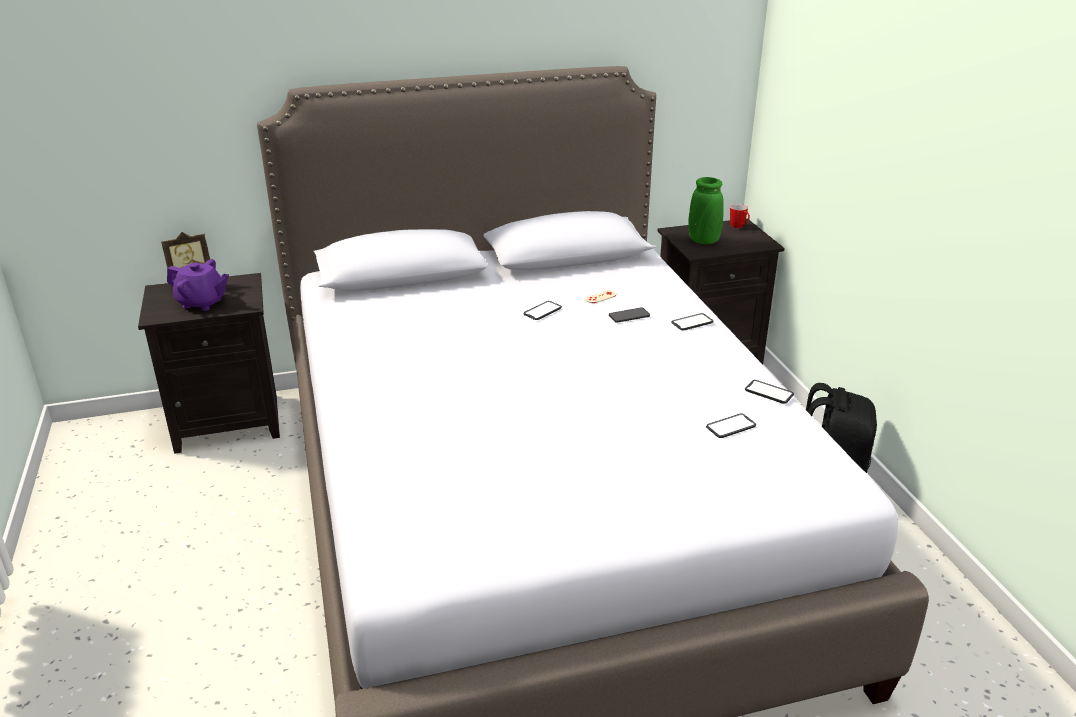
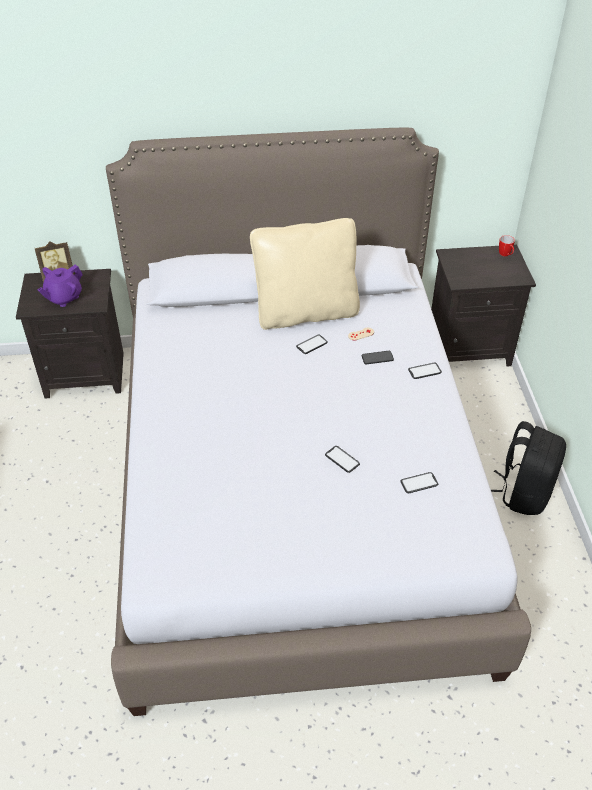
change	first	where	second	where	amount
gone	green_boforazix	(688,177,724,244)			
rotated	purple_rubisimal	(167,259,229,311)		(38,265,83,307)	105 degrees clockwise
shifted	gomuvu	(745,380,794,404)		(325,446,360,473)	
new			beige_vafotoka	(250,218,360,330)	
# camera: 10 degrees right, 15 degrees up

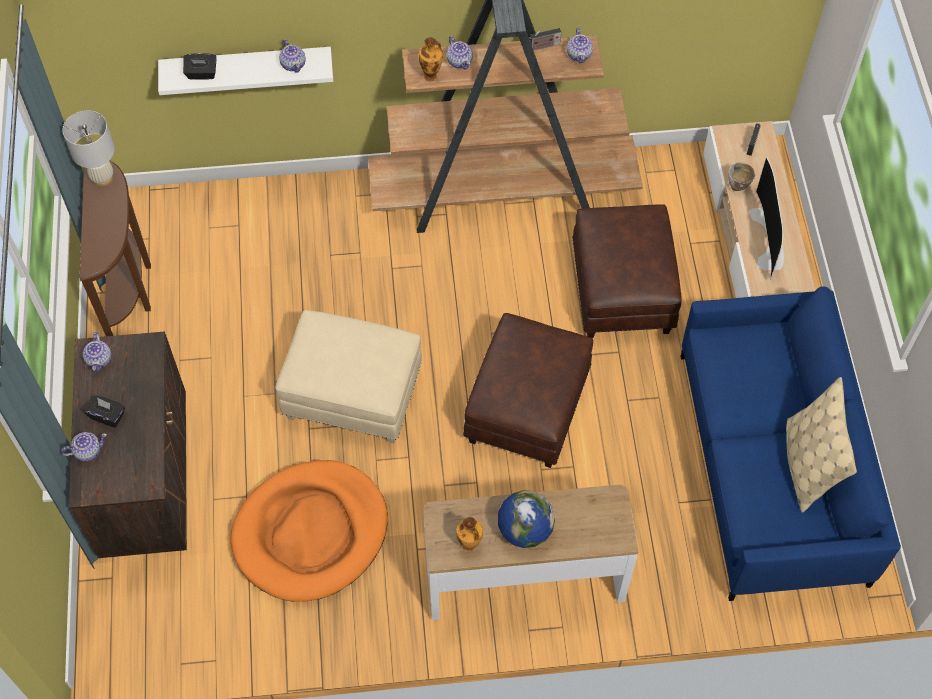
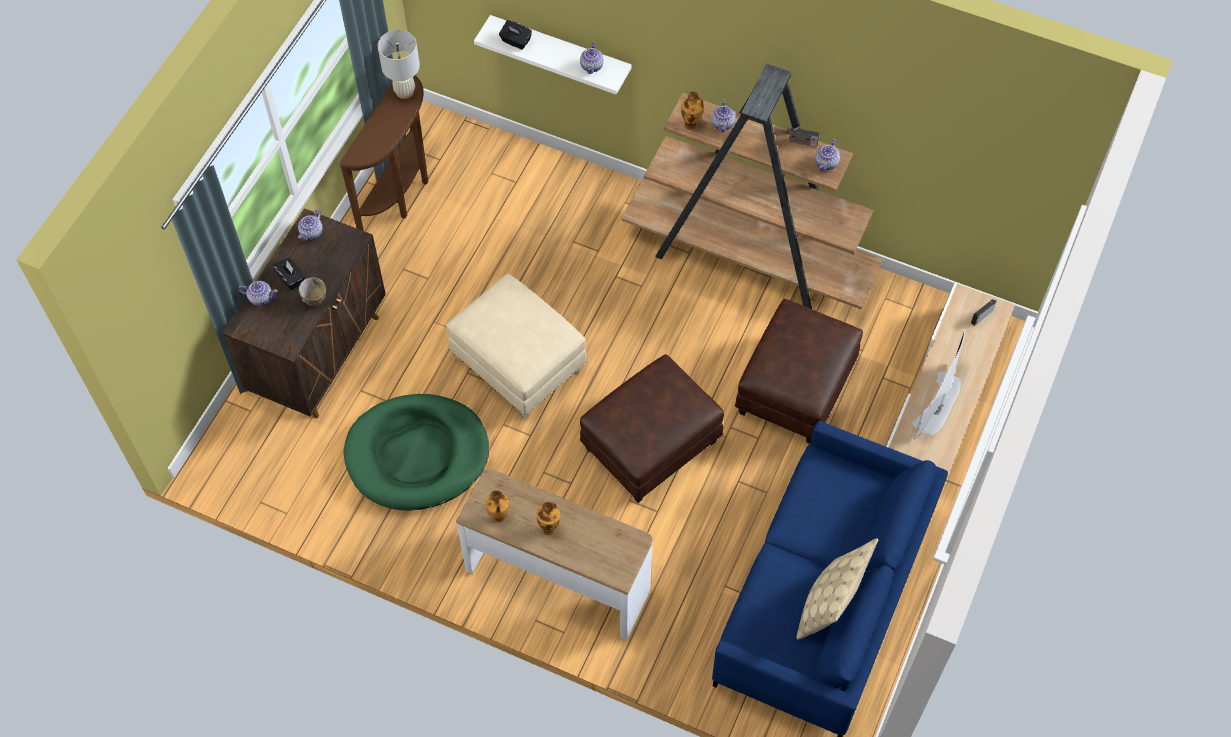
change	first	where	second	where	amount
shifted	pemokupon	(728,162,755,191)		(299,277,326,306)	
repainted	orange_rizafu	(230,460,388,601)	green_rizafu	(343,394,489,511)	
swapped	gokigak	(498,490,555,548)	boforazix	(537,502,561,535)	
# camera: 30 degrees right, 0 degrees up

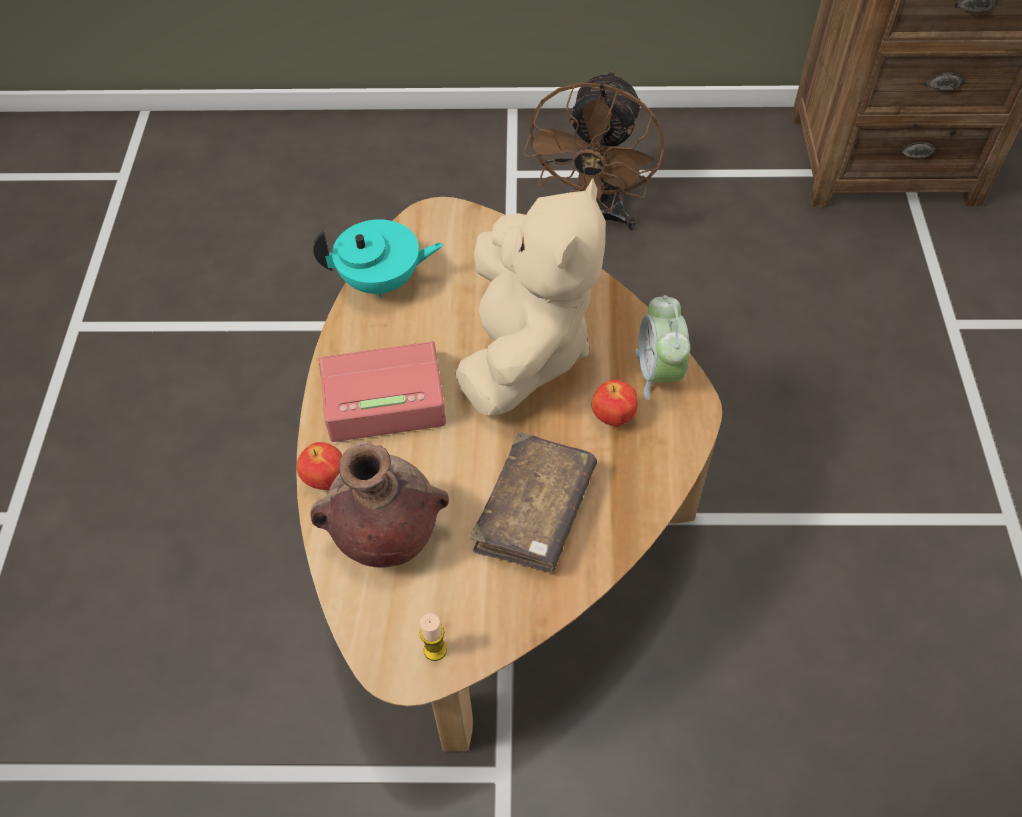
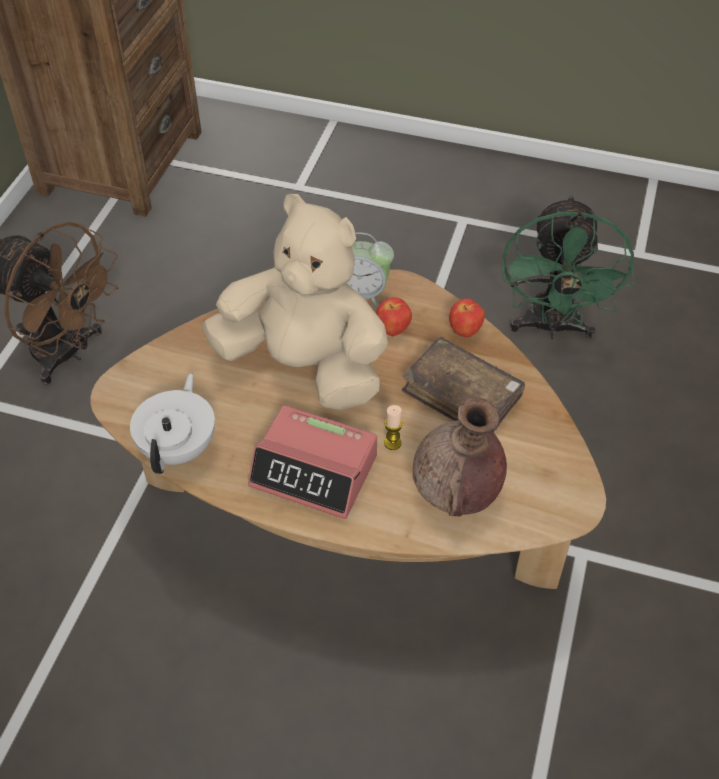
change	first	where	second	where	amount
repainted	turquoise_rubisimal	(313,219,443,298)	white_rubisimal	(130,373,215,474)	
rotated	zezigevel	(319,342,446,442)		(248,405,377,519)	75 degrees counterclockwise
shifted	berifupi	(297,442,342,490)		(449,298,485,338)	
shifted	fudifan	(420,613,447,661)		(384,405,403,450)	
new			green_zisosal	(502,195,634,339)	
# camera: 75 degrees left, 5 degrees down

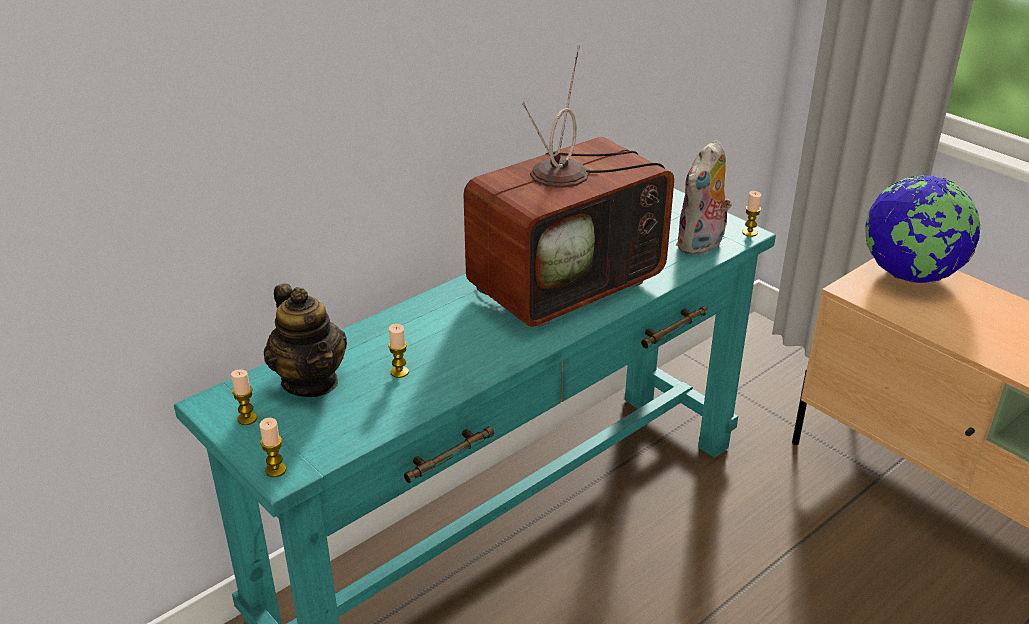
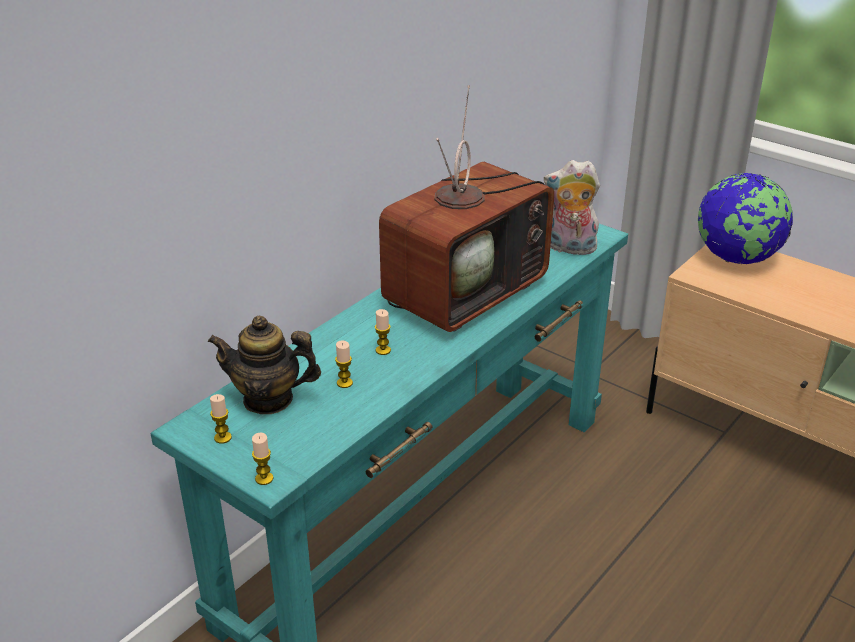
change	first	where	second	where	amount
rotated	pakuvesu	(676,139,732,256)		(544,160,601,255)	75 degrees clockwise
shifted	fudifan	(742,191,761,237)		(375,309,391,355)	
rotated	rubisimal	(264,283,347,397)		(208,316,321,414)	135 degrees clockwise
# camera: 10 degrees left, 0 degrees up

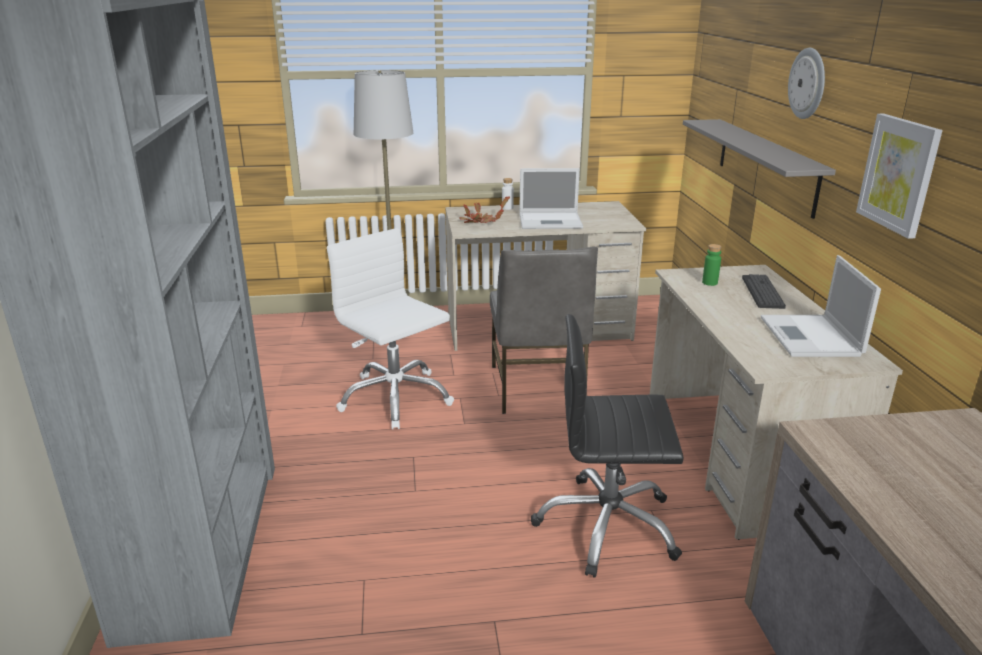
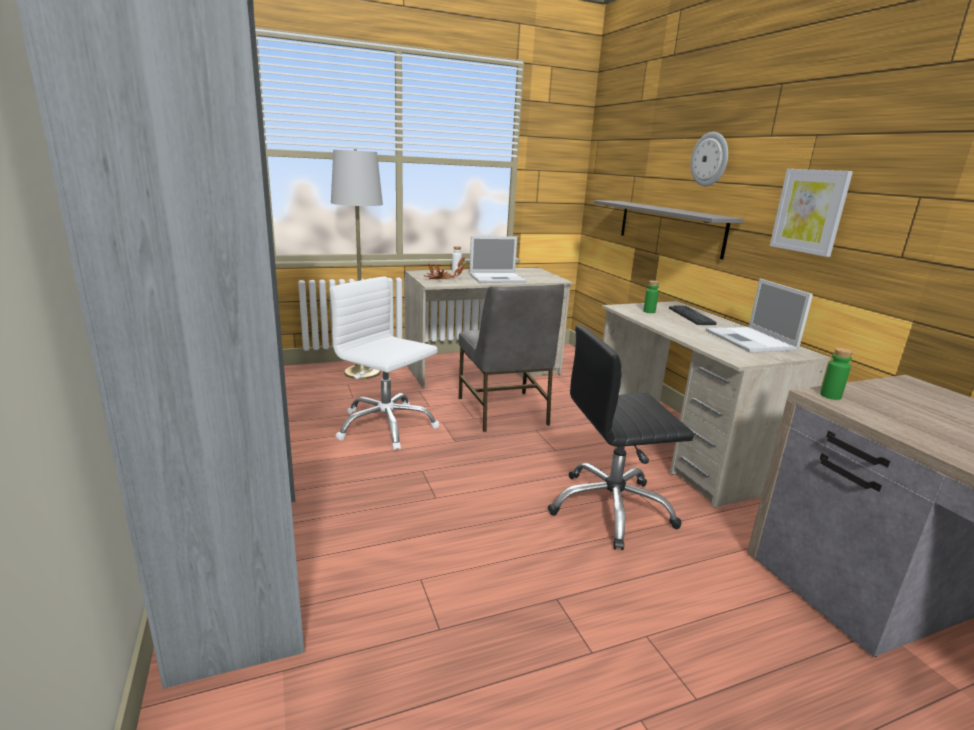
change	first	where	second	where	amount
new			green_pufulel	(820,348,853,400)	
# camera: 15 degrees left, 5 degrees down

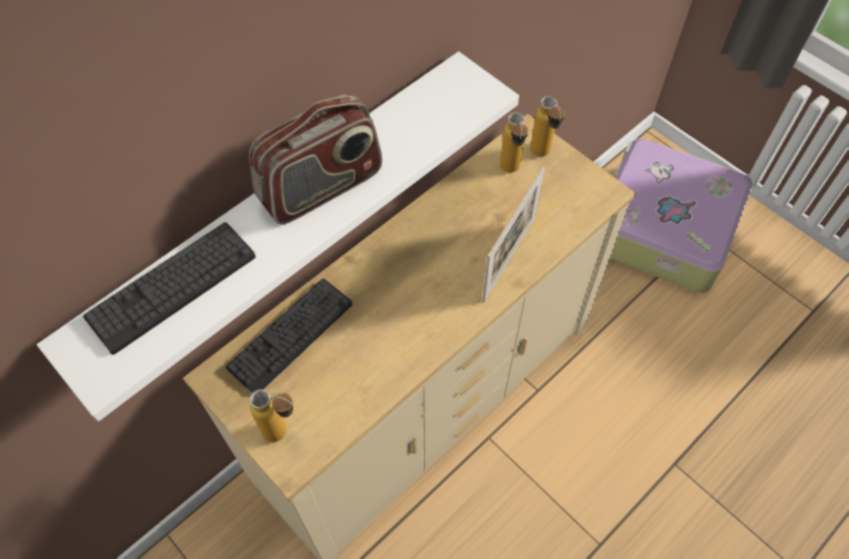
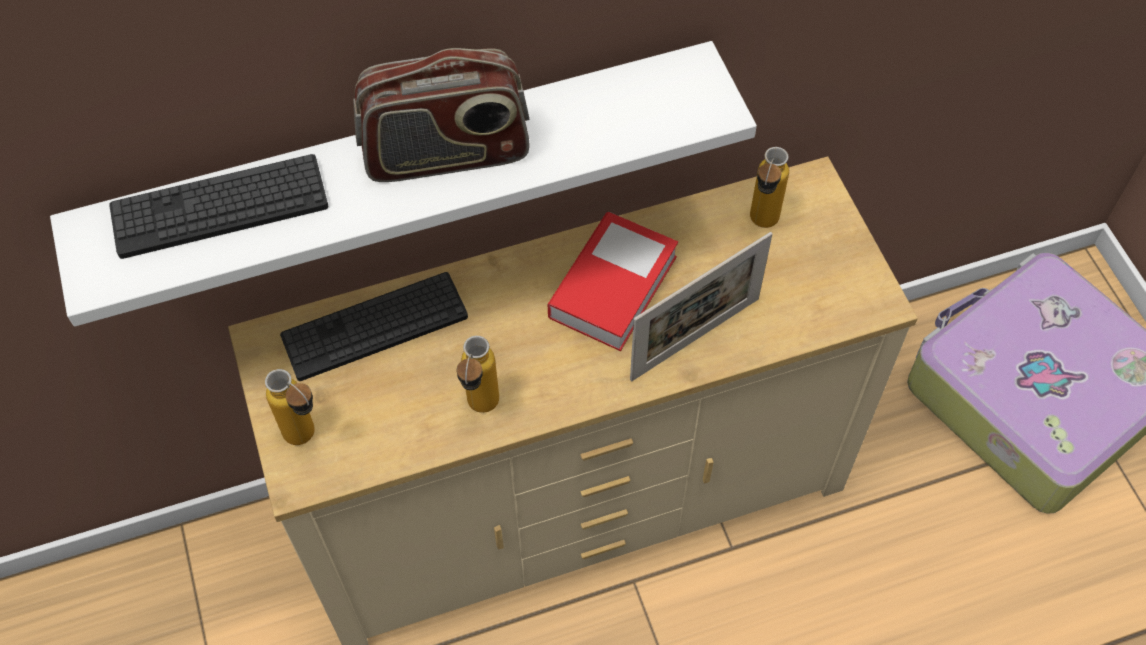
change	first	where	second	where	amount
shifted	pufulel	(530,96,565,157)		(456,336,499,413)	
new			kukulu	(547,212,678,351)	
# camera: 25 degrees right, 0 degrees up

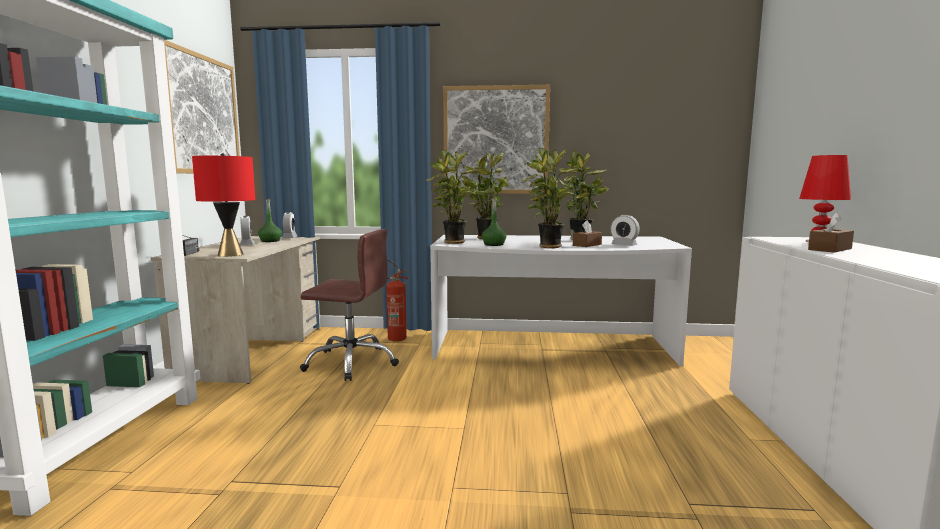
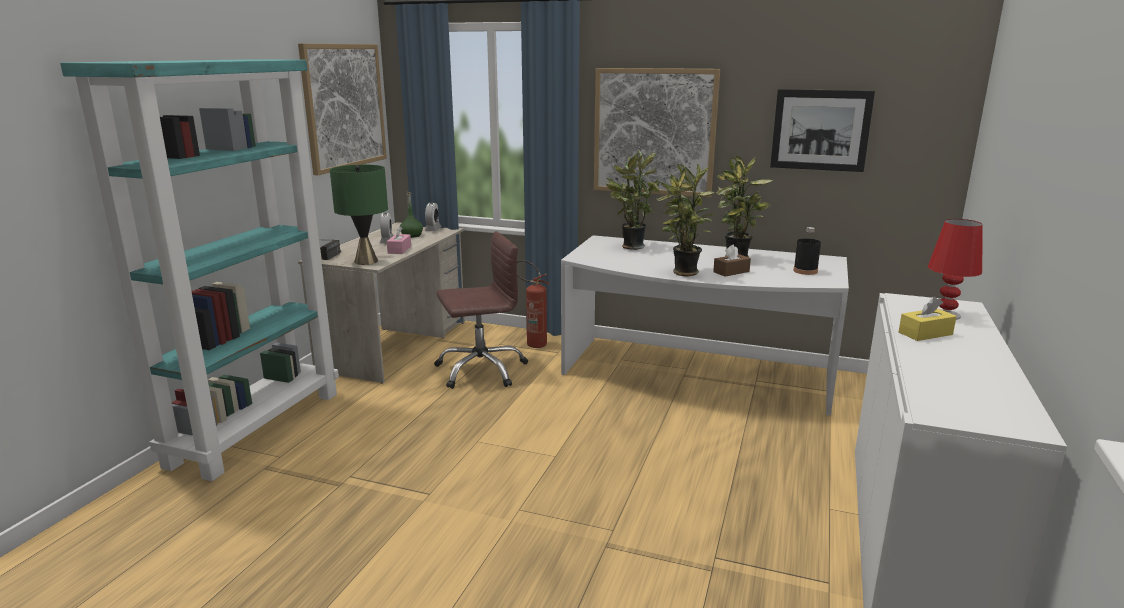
change	first	where	second	where	amount
gone	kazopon	(427,150,476,244)			
repainted	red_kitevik	(192,153,255,257)	green_kitevik	(330,165,388,265)	
gone	green_pufulel	(482,197,506,246)			
repainted	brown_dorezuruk	(808,212,854,253)	yellow_dorezuruk	(899,297,957,341)	
gone	zezigevel	(610,215,640,246)			
rotated	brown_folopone	(300,229,399,381)		(434,231,528,389)	45 degrees counterclockwise
new			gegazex	(770,89,875,172)	
new			pink_dorezuruk	(387,226,411,254)	
new			black_pufulel	(793,227,821,275)	
# camera: 15 degrees right, 10 degrees up

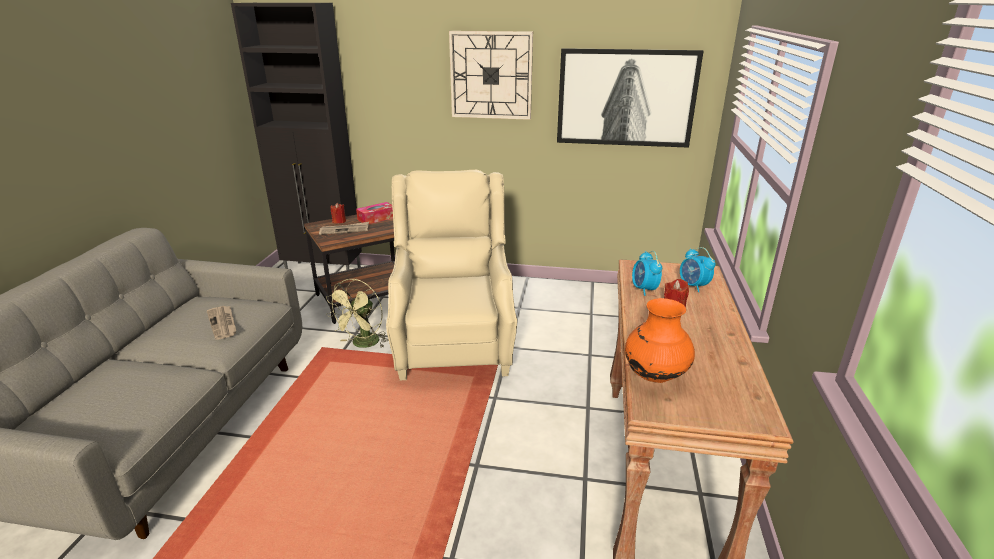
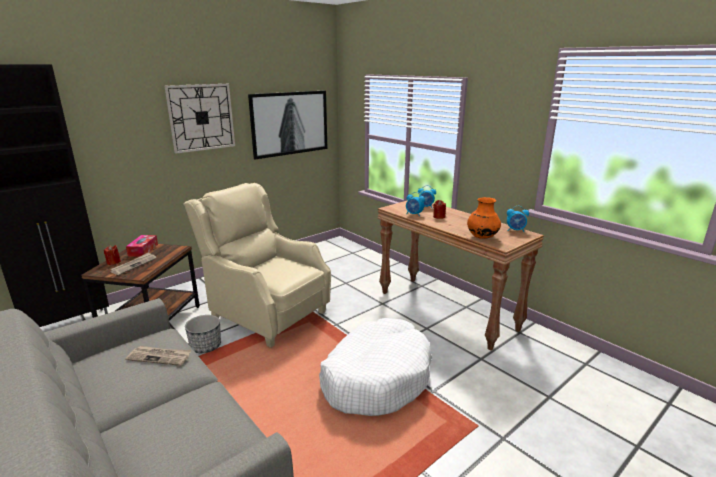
change	first	where	second	where	amount
swapped	green_zisosal	(326,279,389,348)	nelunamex	(185,315,221,353)	
new			zezigevel	(507,206,529,232)	
new			white_rizafu	(319,318,432,416)	
# camera: 50 degrees left, 5 degrees down

